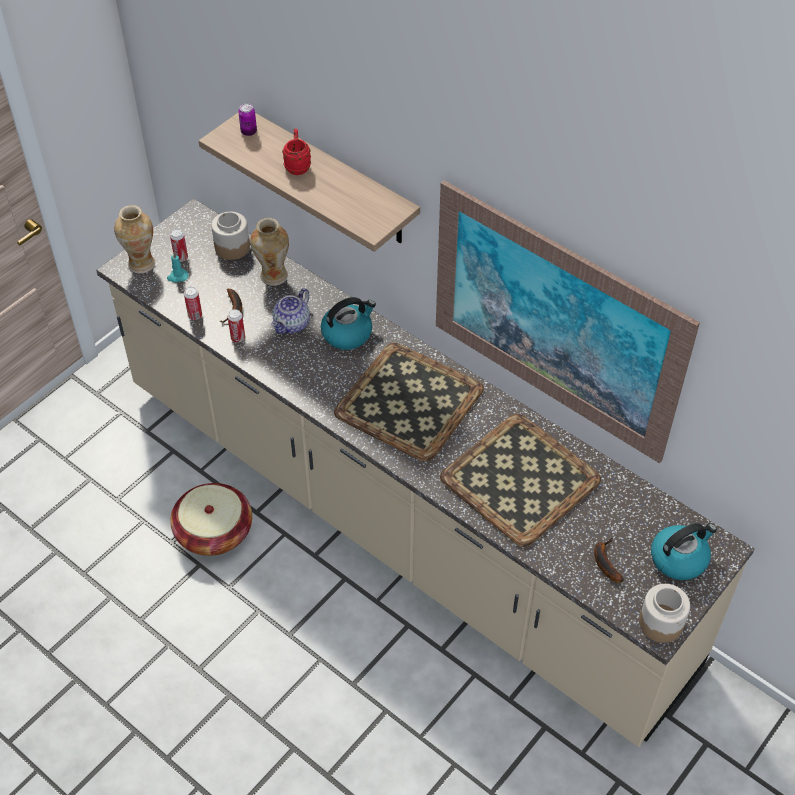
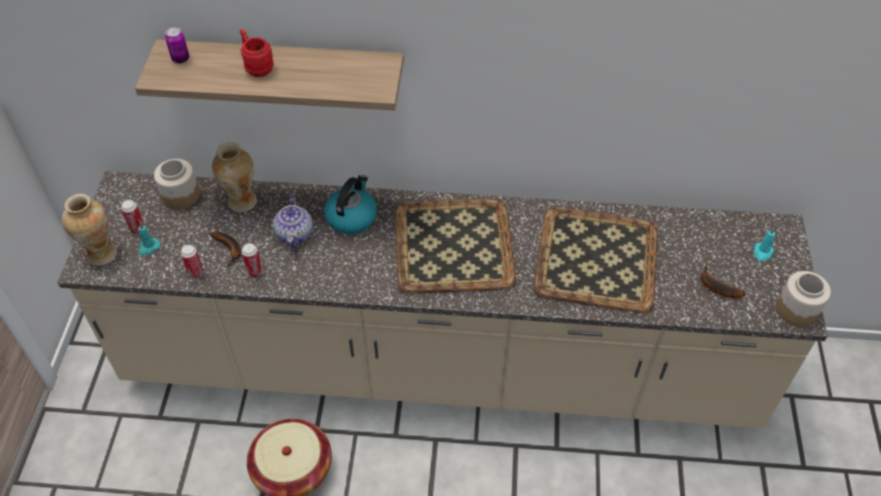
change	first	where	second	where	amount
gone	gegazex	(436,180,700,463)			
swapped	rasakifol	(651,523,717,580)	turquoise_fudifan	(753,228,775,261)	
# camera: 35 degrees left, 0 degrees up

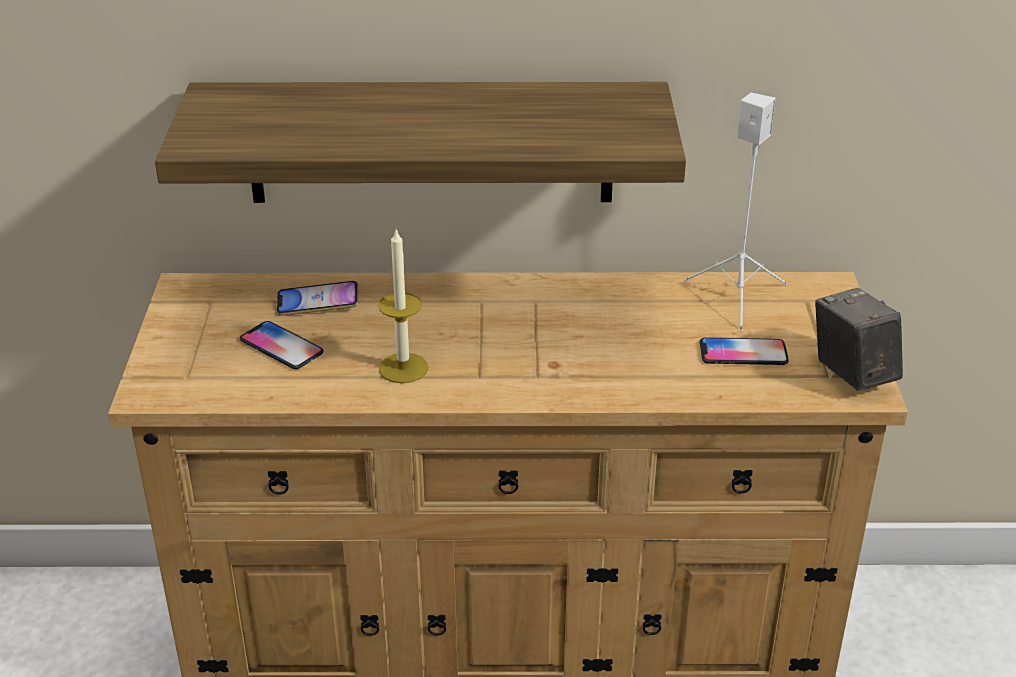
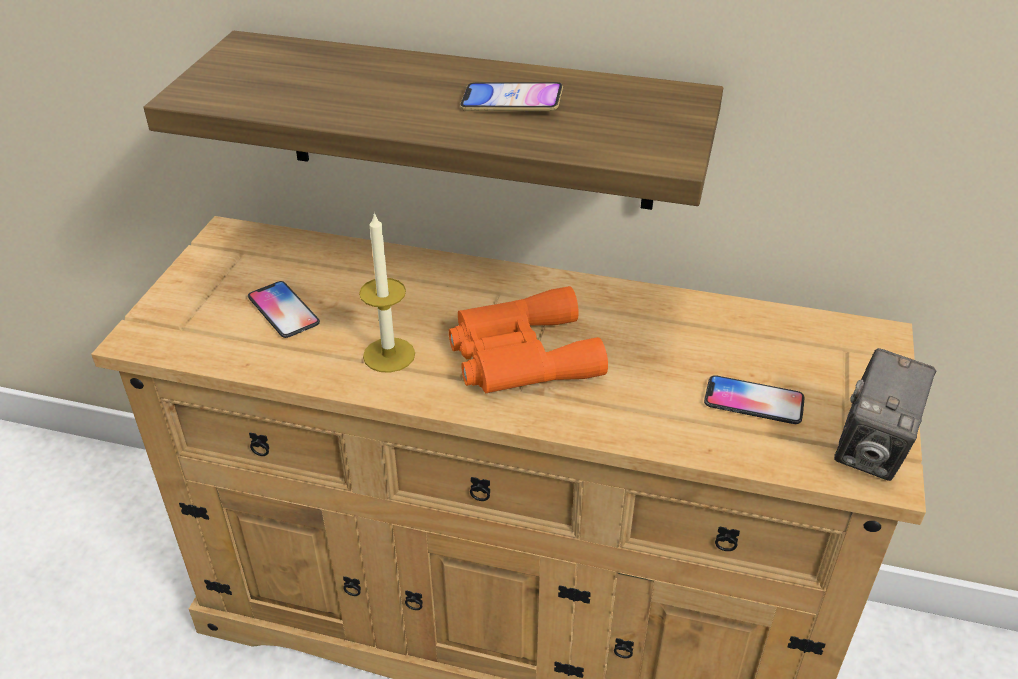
change	first	where	second	where	amount
gone	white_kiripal	(685,93,787,332)			
shifted	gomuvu	(276,281,358,316)		(460,82,563,111)	
rotated	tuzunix	(815,288,903,391)		(834,348,936,481)	150 degrees counterclockwise
new			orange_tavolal	(449,286,608,393)	
# camera: 15 degrees right, 5 degrees up

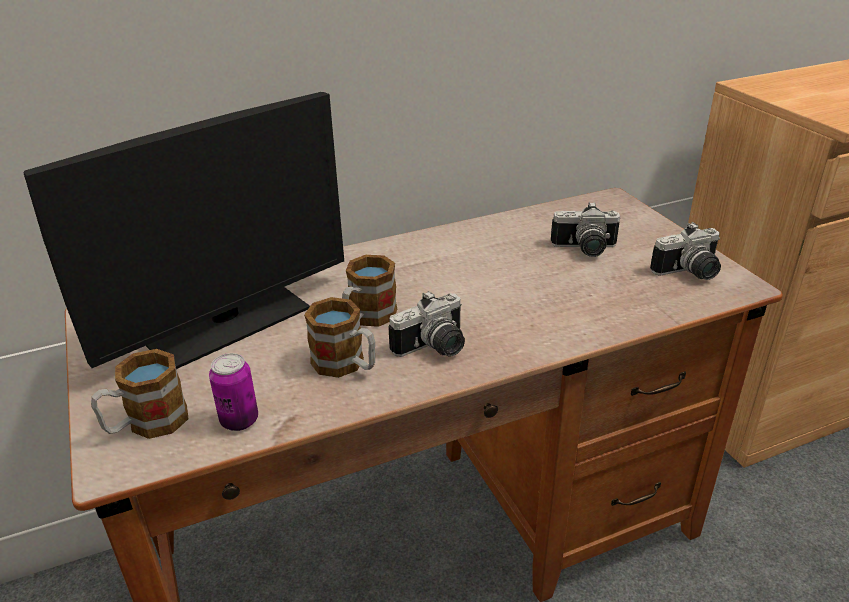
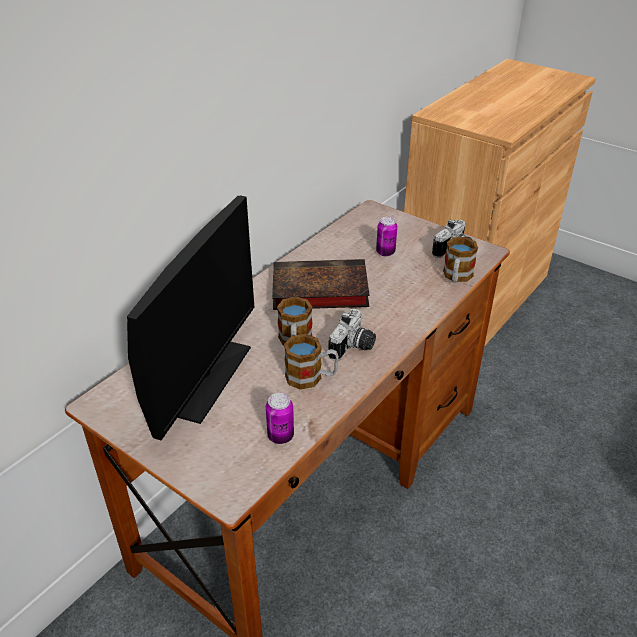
change	first	where	second	where	amount
swapped	tuzunix	(551,202,620,257)	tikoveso	(376,217,397,256)	
shifted	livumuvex	(91,349,188,439)		(443,237,478,283)	
new			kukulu	(272,259,370,310)	
# camera: 30 degrees left, 5 degrees up

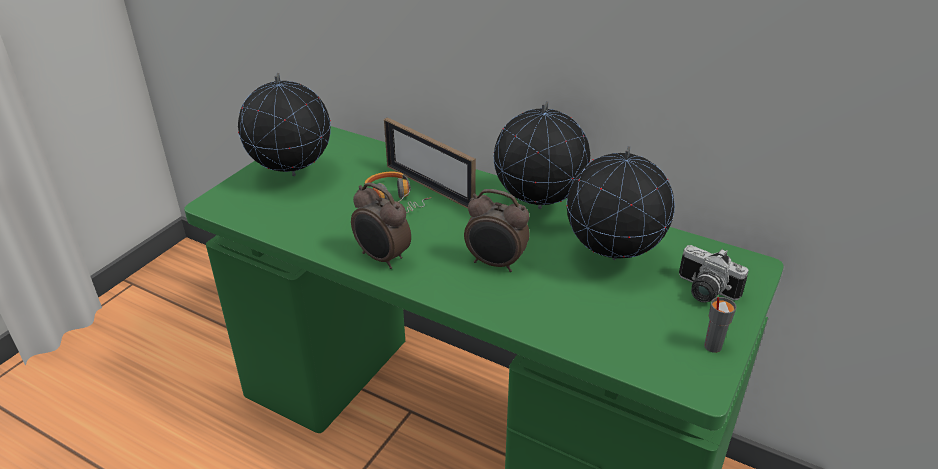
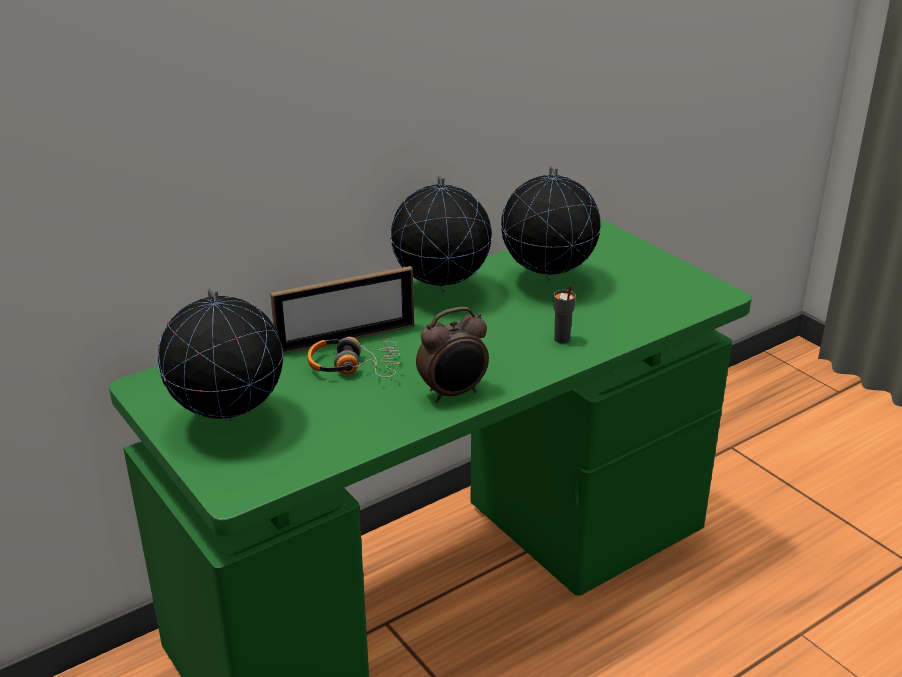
change	first	where	second	where	amount
gone	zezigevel	(464,189,530,272)			
gone	tuzunix	(679,245,749,303)			
shifted	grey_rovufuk	(704,297,737,353)		(554,286,576,343)	
# camera: 65 degrees left, 5 degrees down

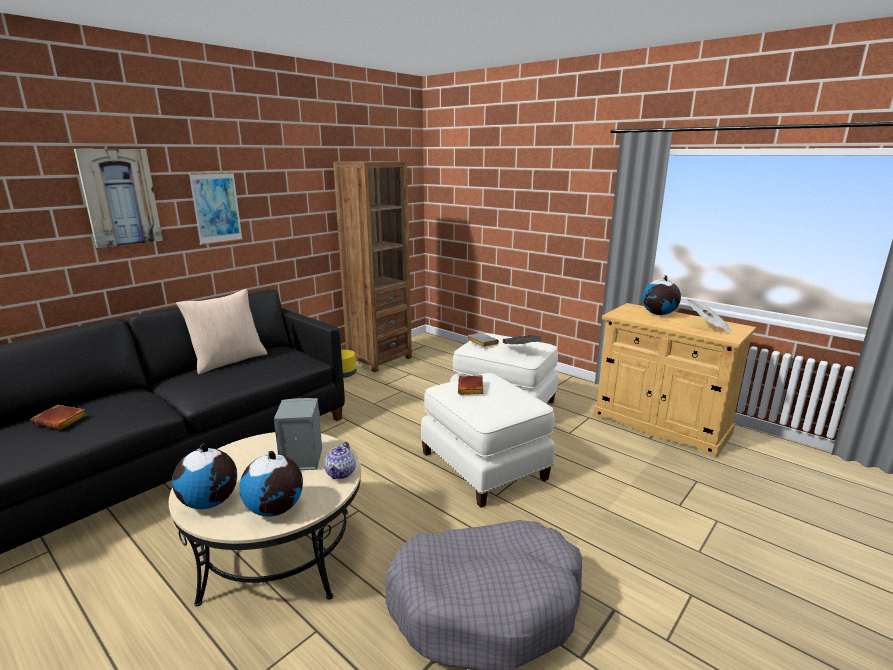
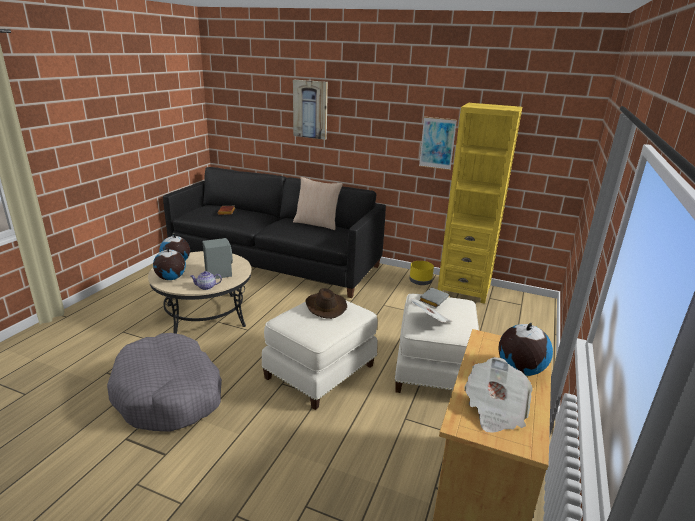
change	first	where	second	where	amount
repainted	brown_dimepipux	(333,161,412,373)	yellow_dimepipux	(437,103,522,304)	
shifted	gegazex	(189,172,243,245)		(419,117,457,170)	
swapped	brown_kukulu	(458,375,483,395)	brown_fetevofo	(305,288,347,319)	
# camera: 70 degrees right, 5 degrees up

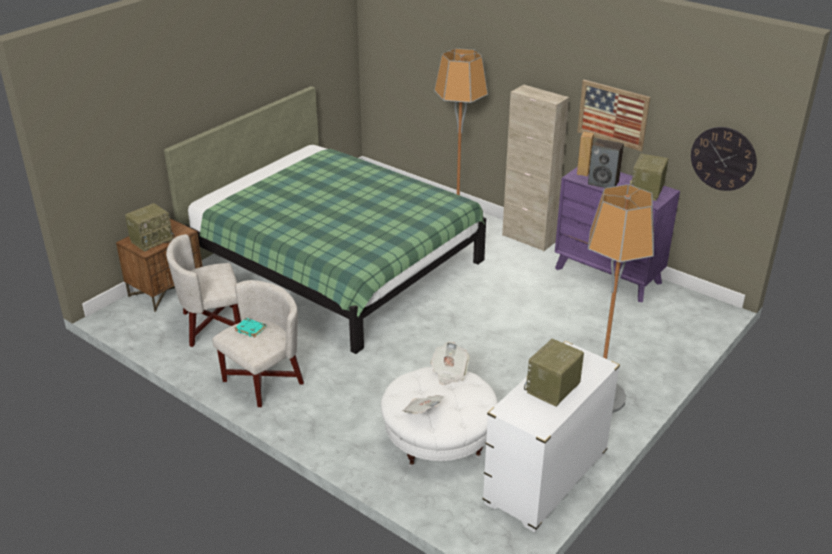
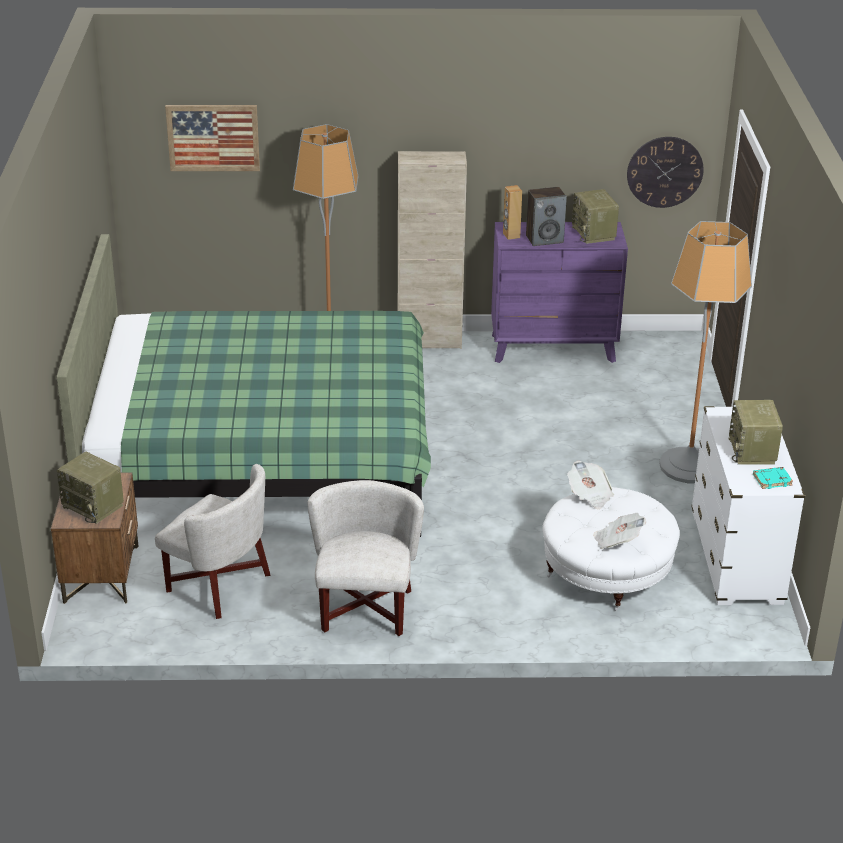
change	first	where	second	where	amount
shifted	gegazex	(577,80,650,151)		(165,105,260,171)	
rotated	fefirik	(125,203,175,252)		(57,451,124,524)	120 degrees clockwise
rotated	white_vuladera	(166,234,241,347)		(155,464,271,619)	90 degrees counterclockwise
shifted	turquoise_kukulu	(235,318,266,338)		(753,467,793,489)	
# camera: 40 degrees left, 0 degrees up

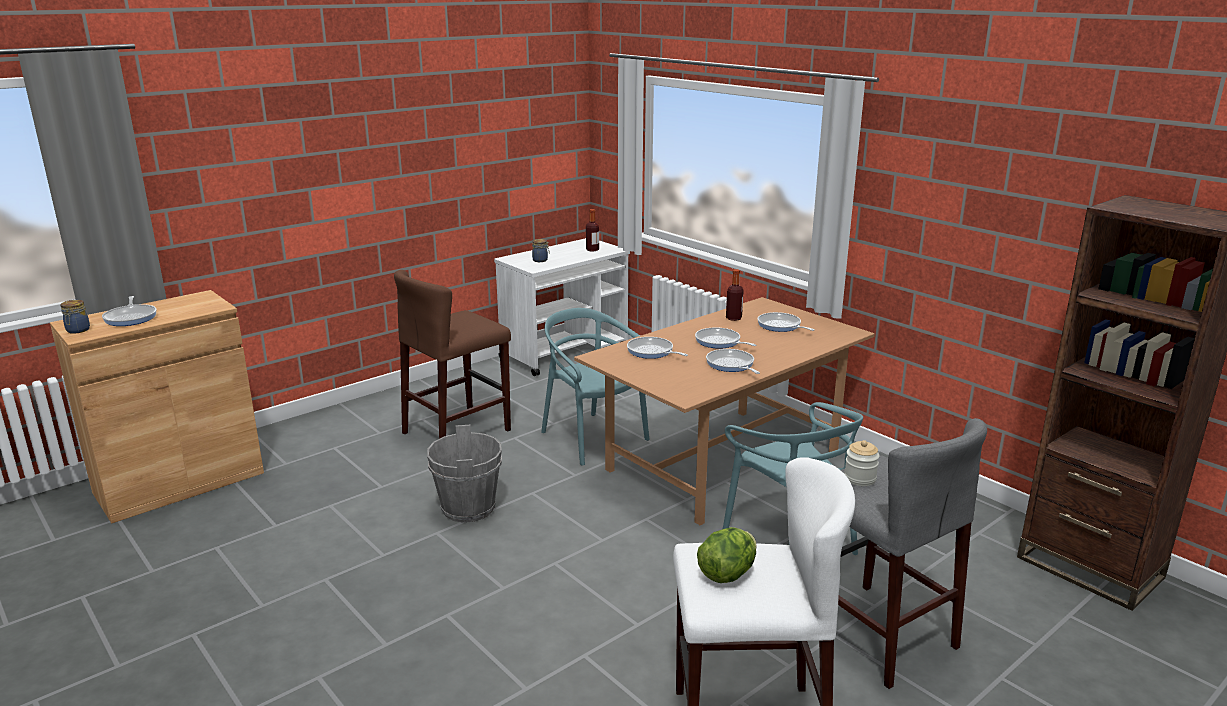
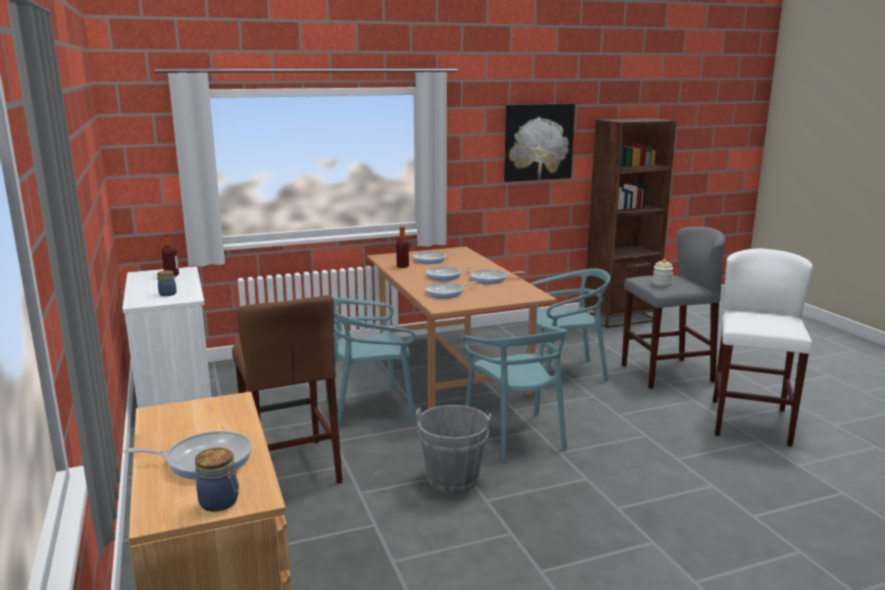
change	first	where	second	where	amount
gone	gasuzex	(697,527,757,583)			
new			gegazex	(504,103,575,182)	
new			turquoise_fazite	(461,325,568,462)	
# camera: 70 degrees left, 5 degrees down

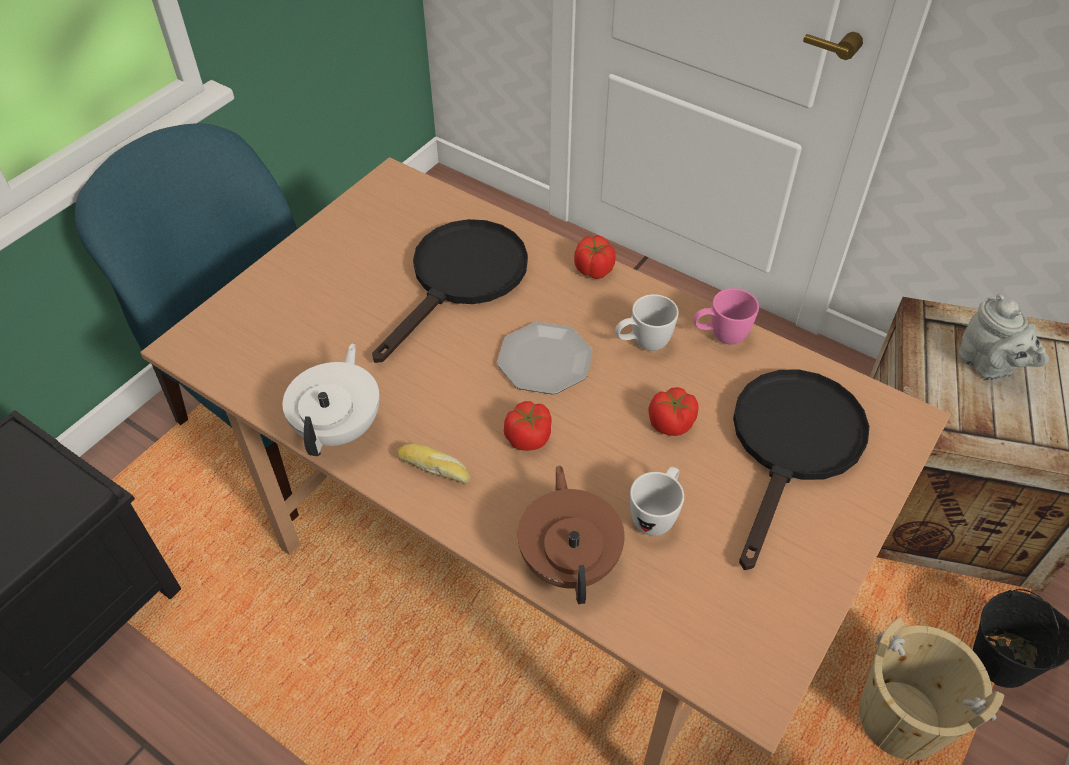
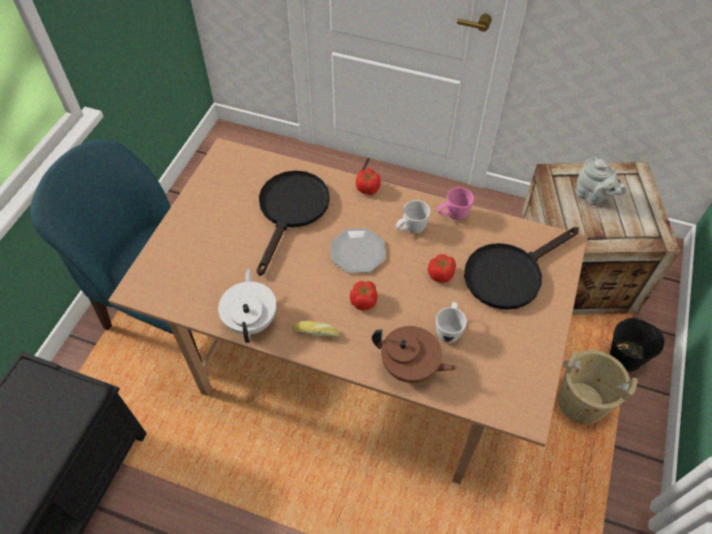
change	first	where	second	where	amount
rotated	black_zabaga	(733,369,870,570)		(464,227,579,310)	135 degrees counterclockwise
rotated	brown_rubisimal	(518,465,625,604)		(372,326,457,383)	135 degrees clockwise
# camera: 15 degrees left, 5 degrees up

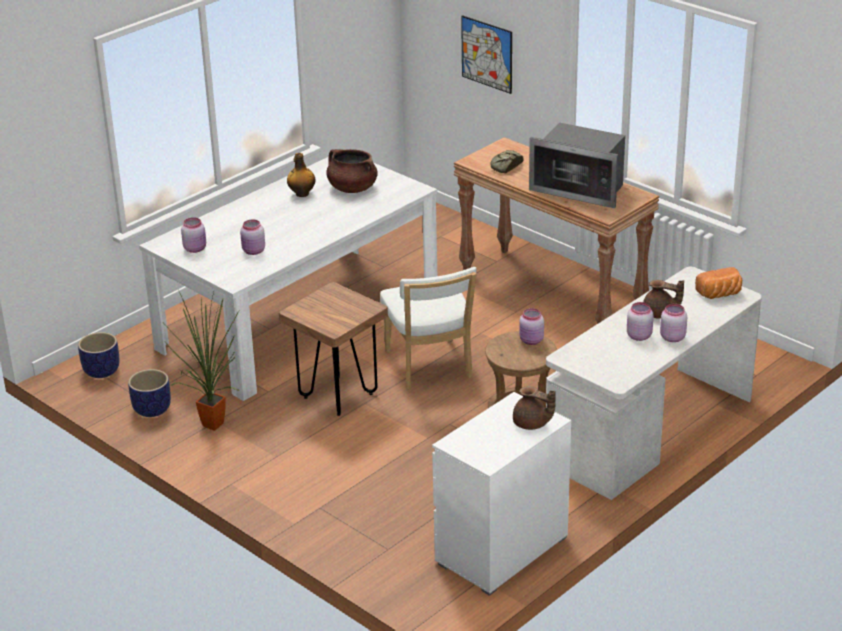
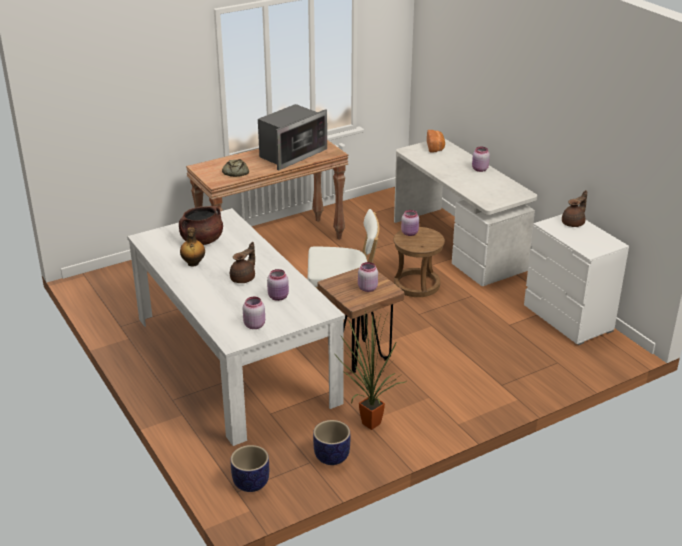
change	first	where	second	where	amount
gone	gegazex	(461,15,512,94)			
shifted	brown_rubisimal	(643,280,684,319)		(230,242,255,283)	
shifted	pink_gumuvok	(627,302,653,341)		(358,262,378,292)	
# camera: 75 degrees left, 0 degrees up

